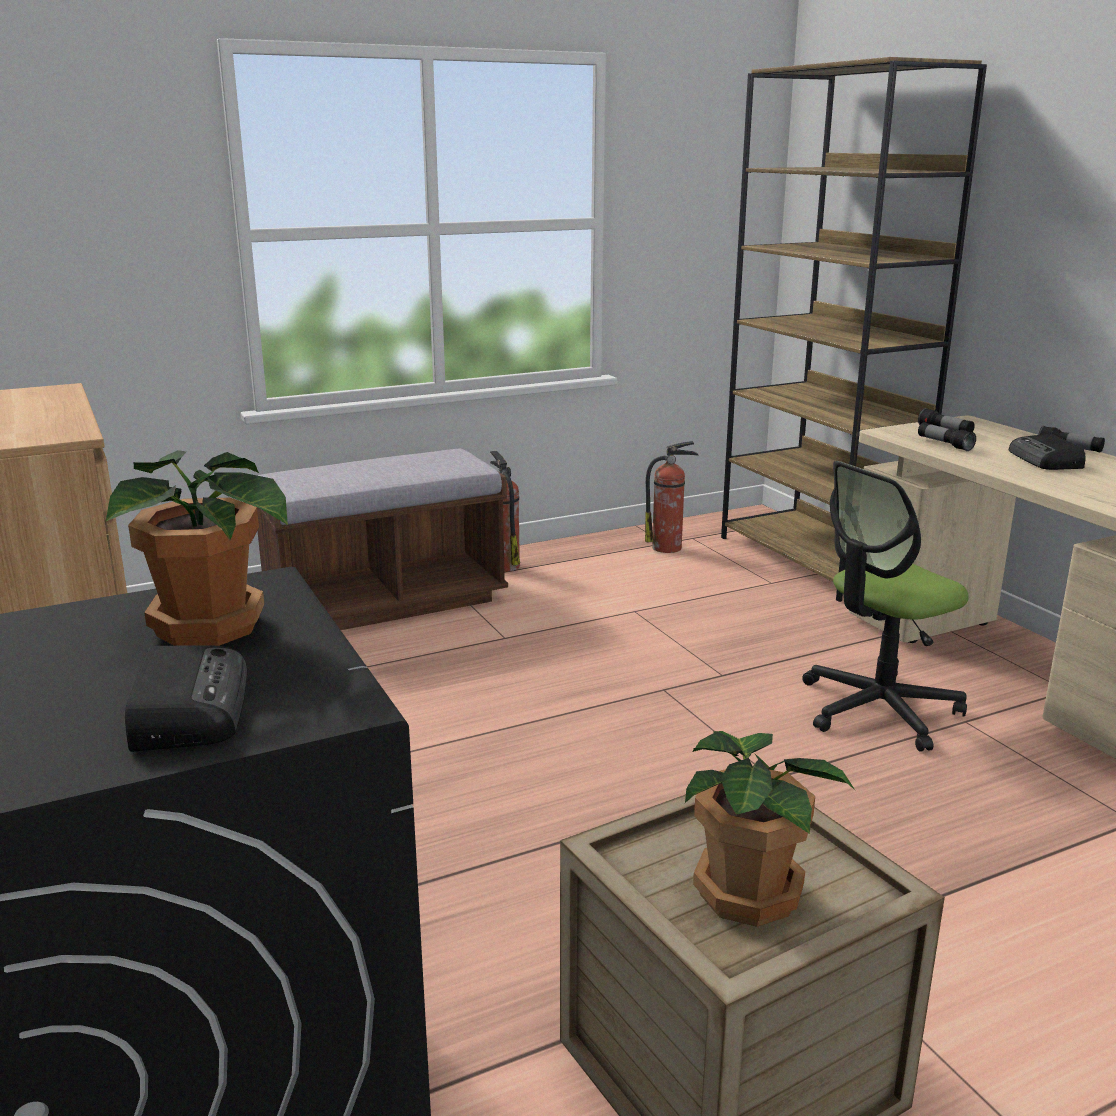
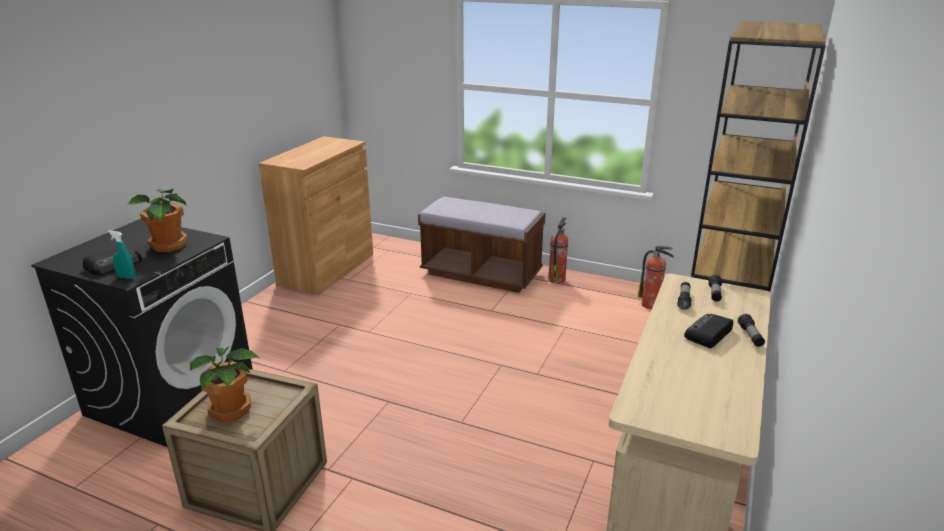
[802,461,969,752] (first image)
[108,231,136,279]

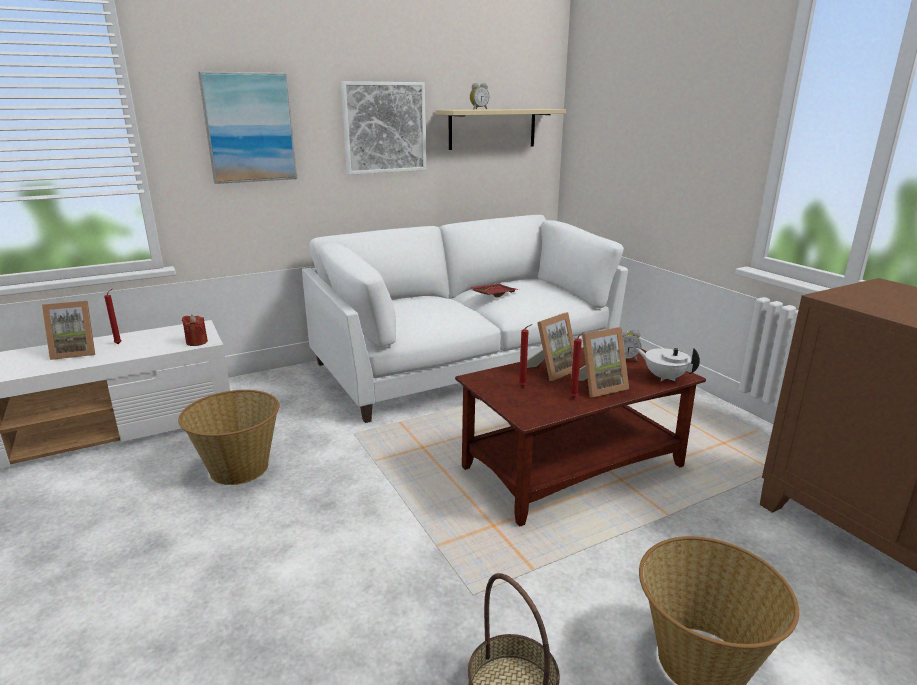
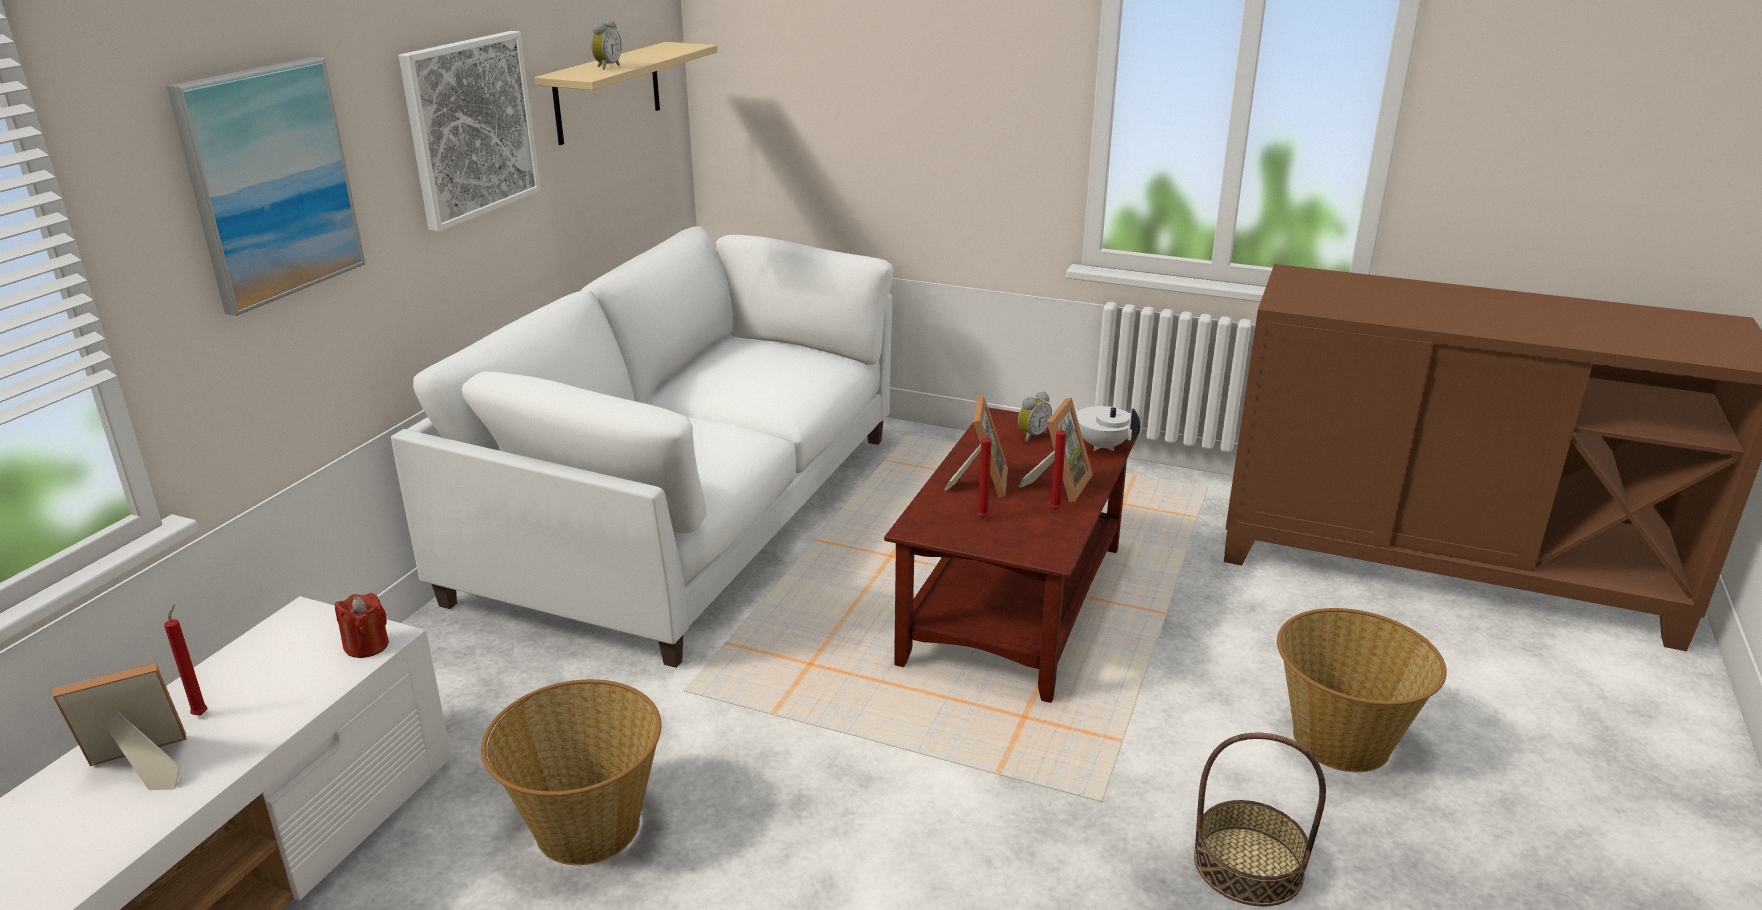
[469,283,519,298] (first image)
[52,663,186,790]
[1074,406,1140,451]

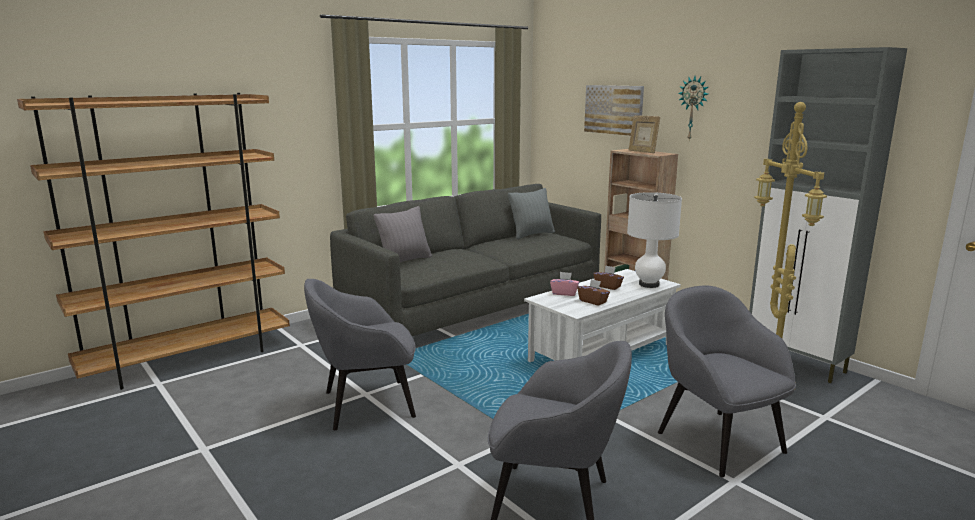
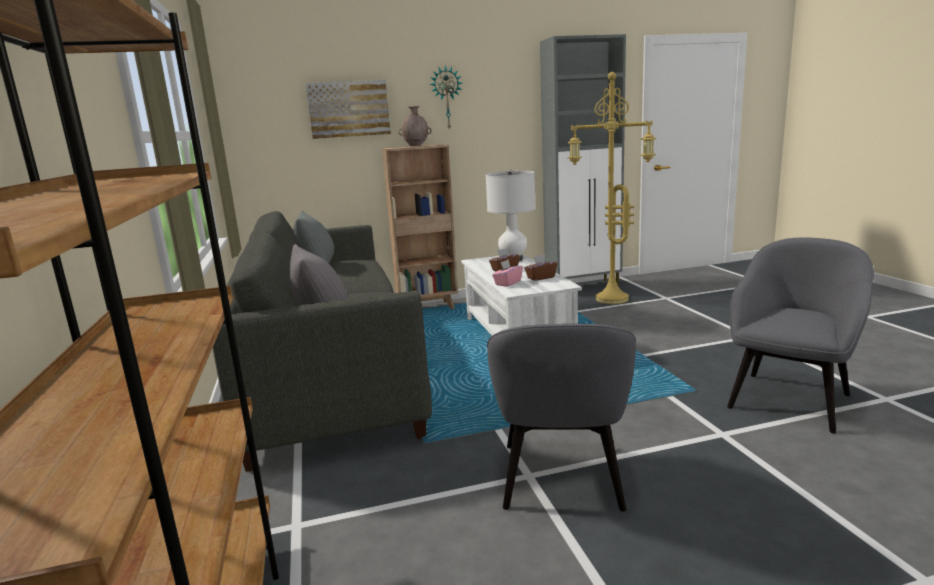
[398,106,432,146]
[658,286,796,477] (first image)

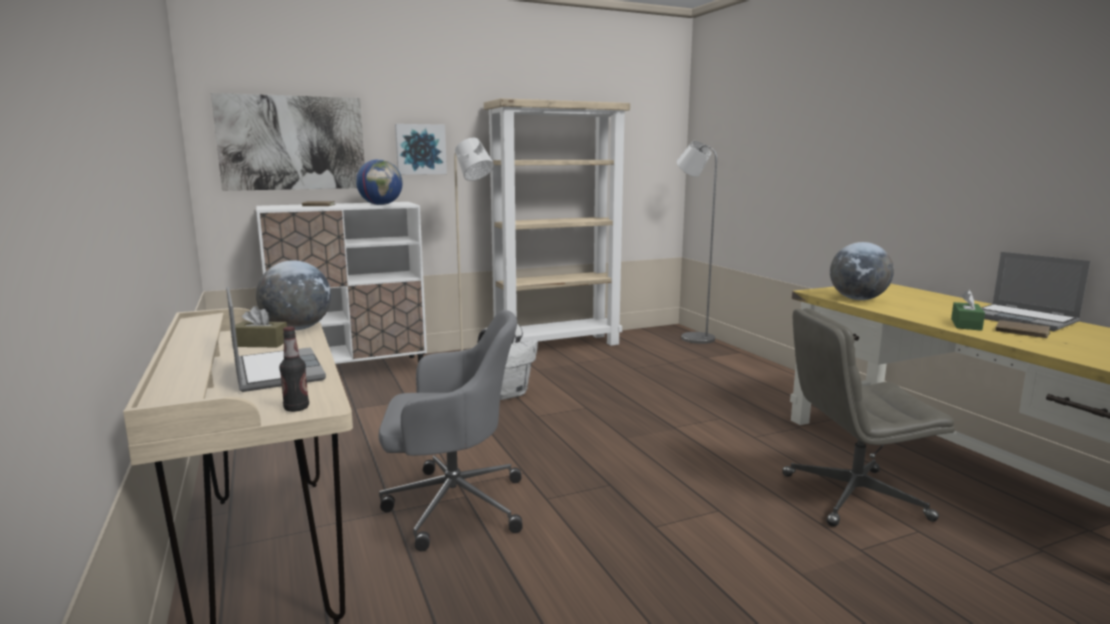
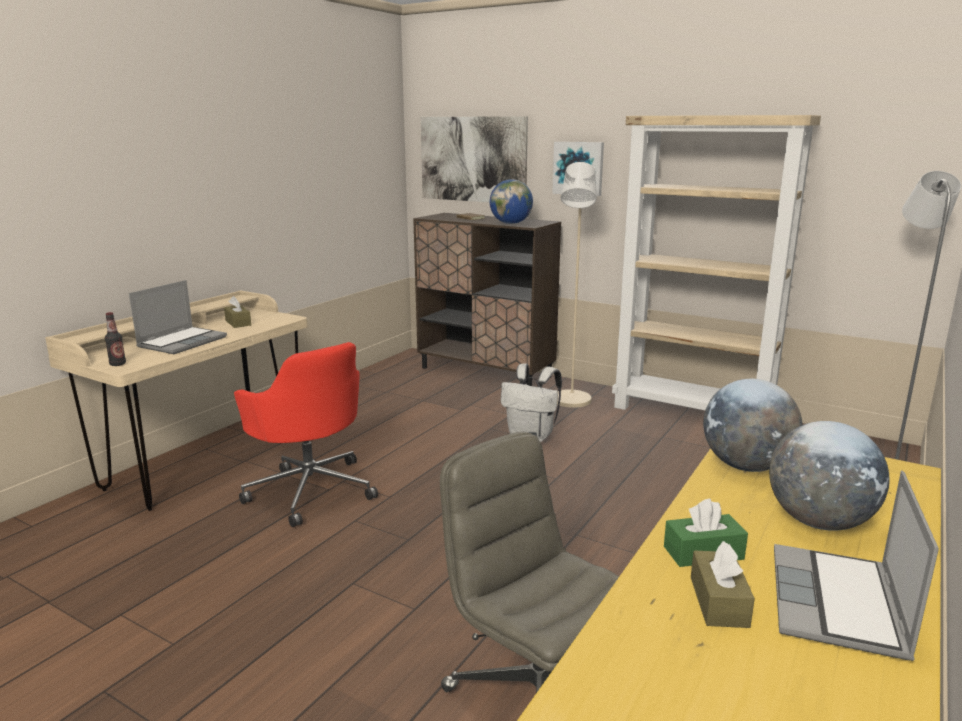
[413,213,561,386]
[769,421,889,531]
[234,342,378,527]
[691,541,755,628]

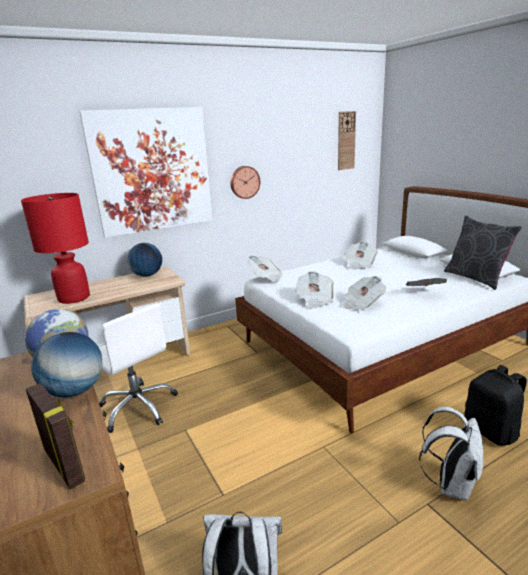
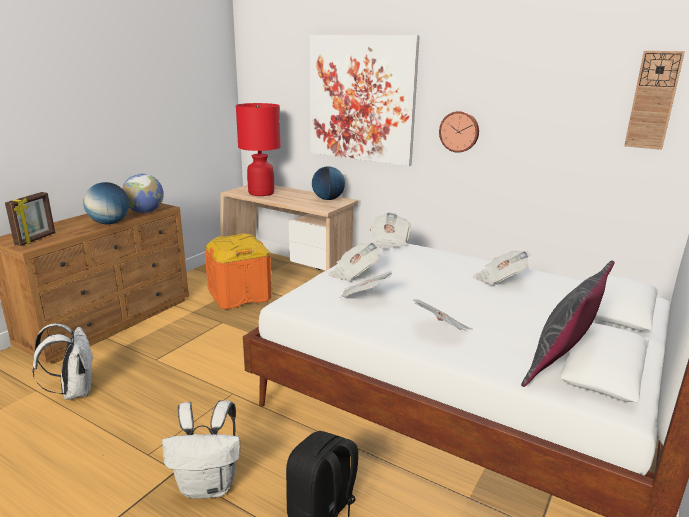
[205,234,272,309]

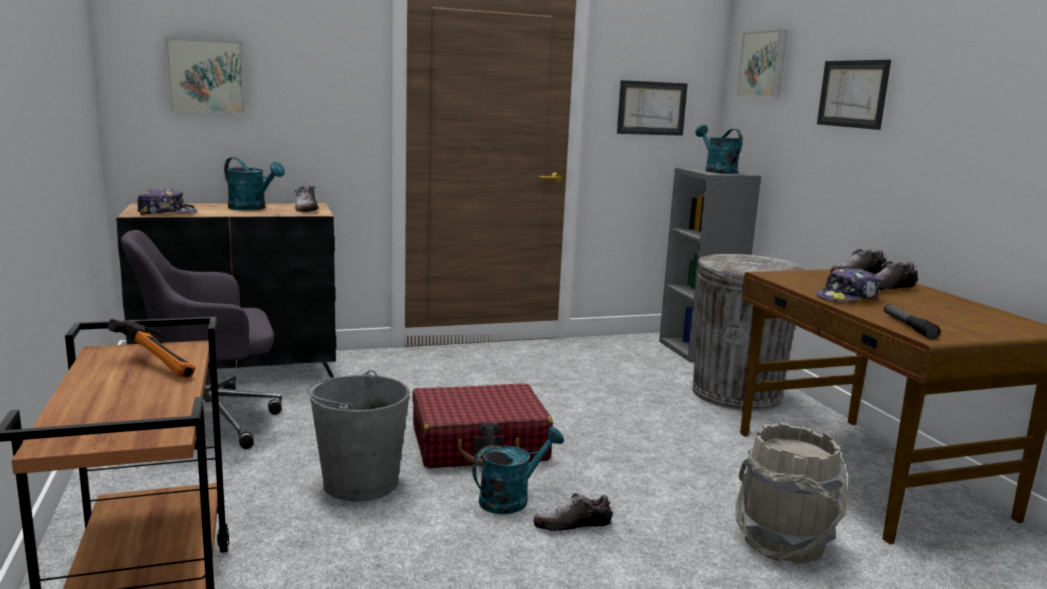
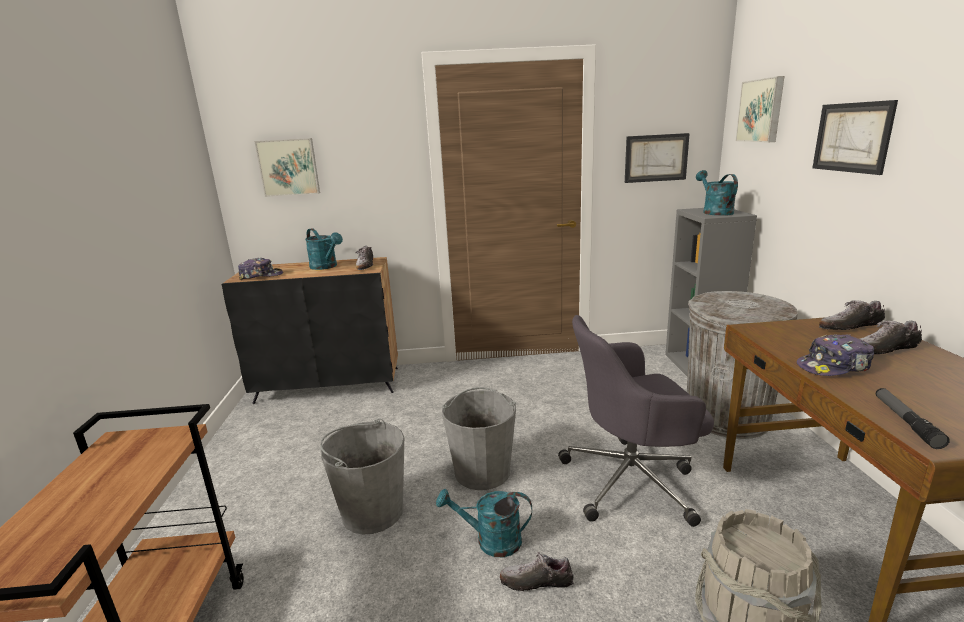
[558,315,714,527]
[107,319,196,378] (first image)
[442,387,516,490]
[436,489,532,557]

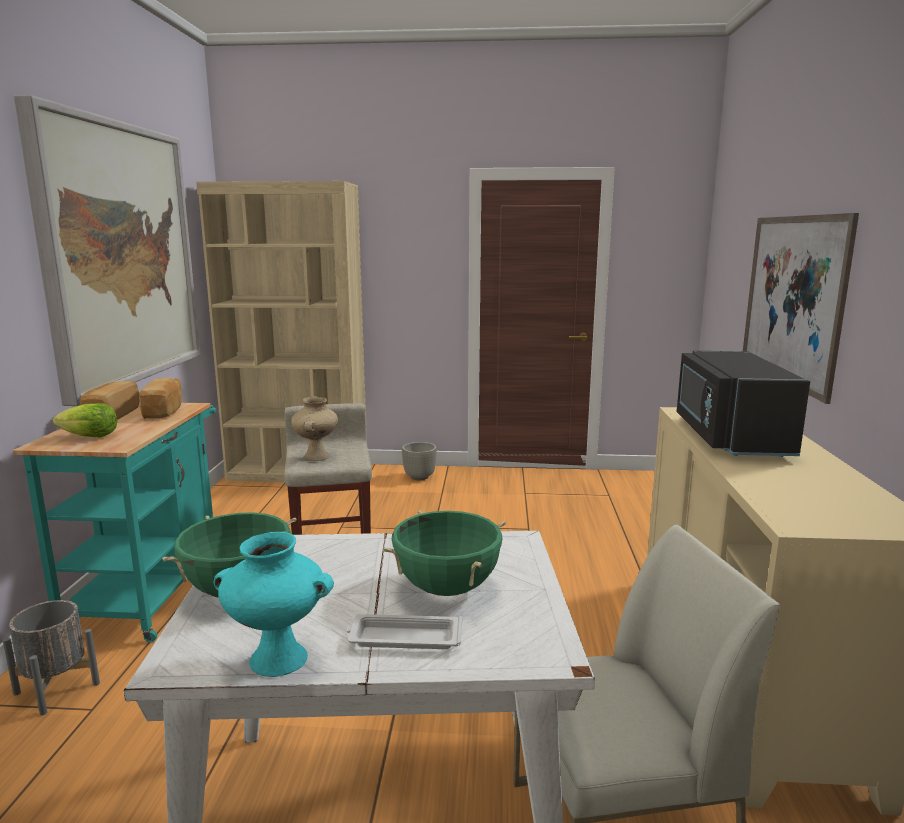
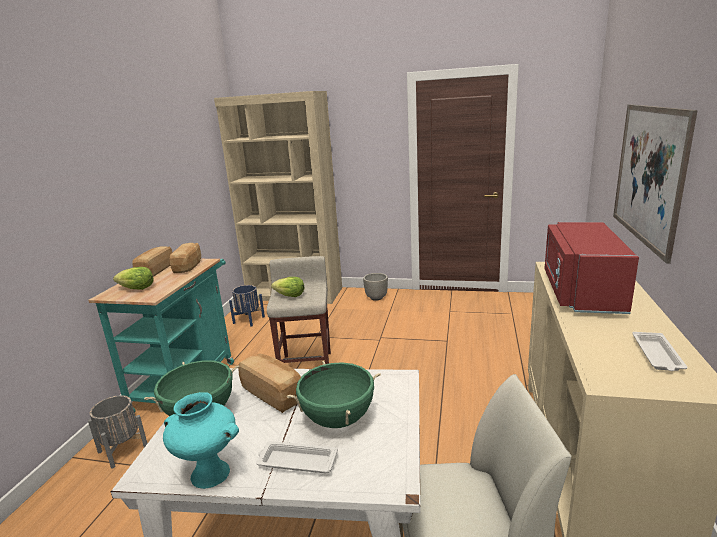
[14,95,200,406] (first image)
[544,222,639,314]
[271,277,305,297]
[229,285,265,327]
[632,332,687,371]
[238,353,301,413]

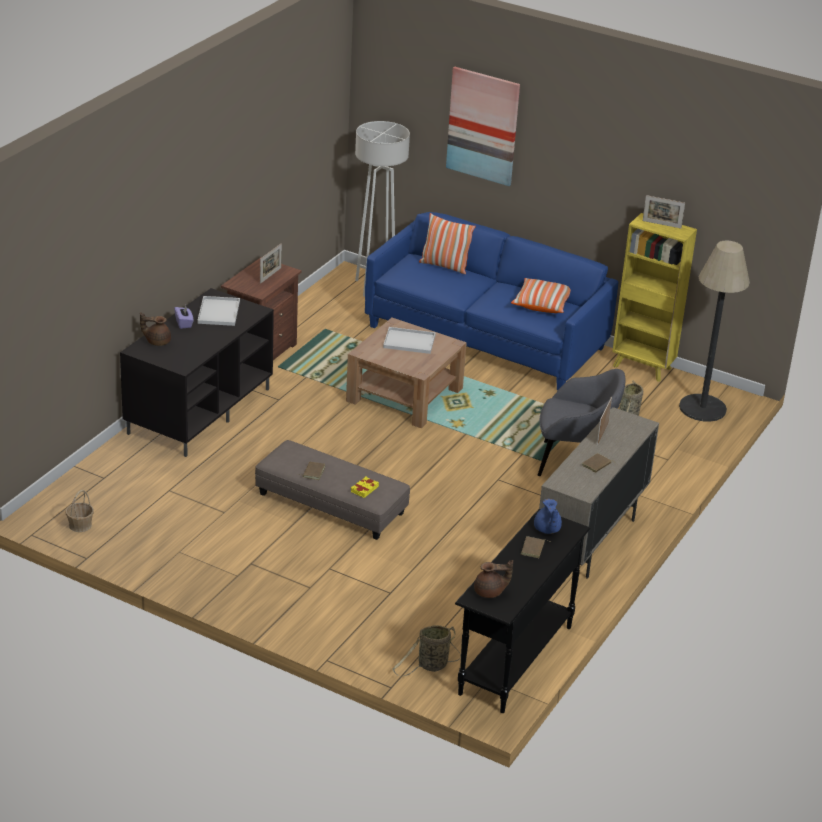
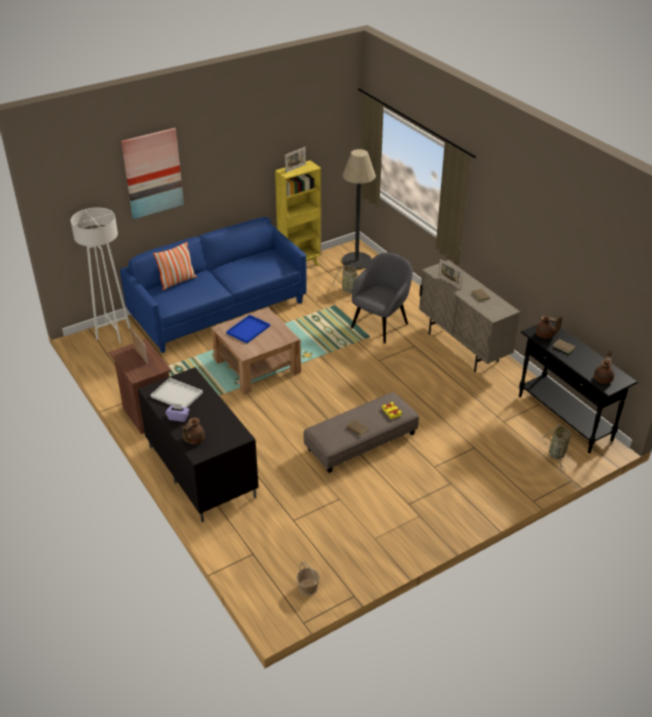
[511,278,571,313] (first image)
[226,315,270,343]
[536,315,563,338]

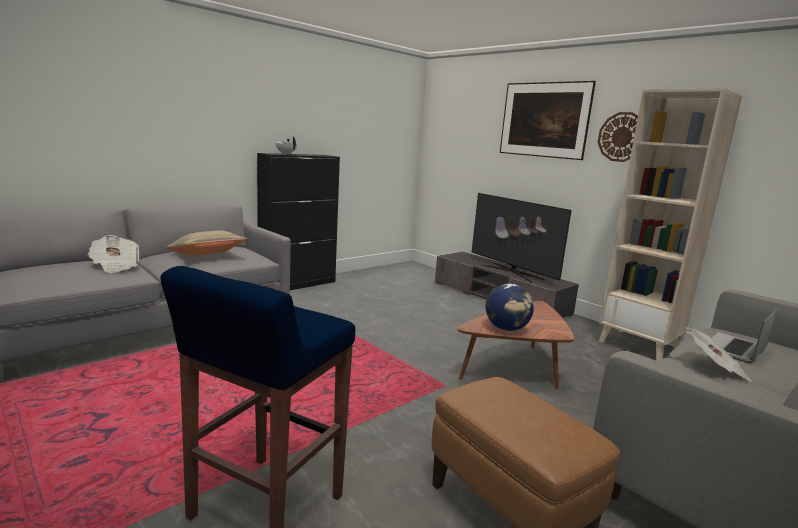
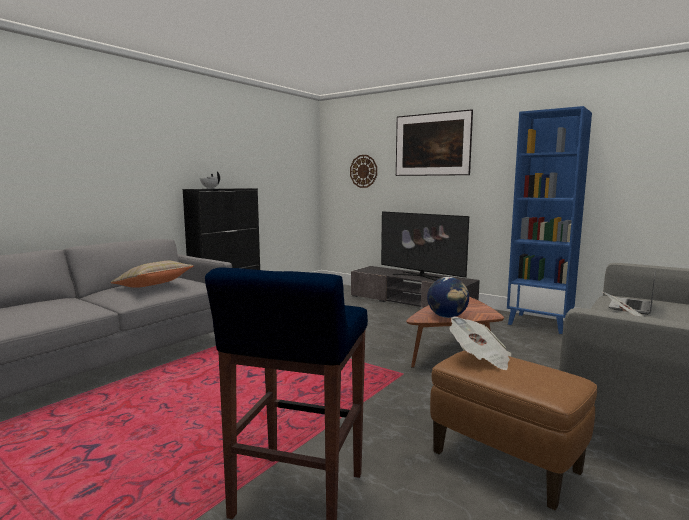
[507,106,592,334]
[350,155,377,188]
[449,317,511,370]

